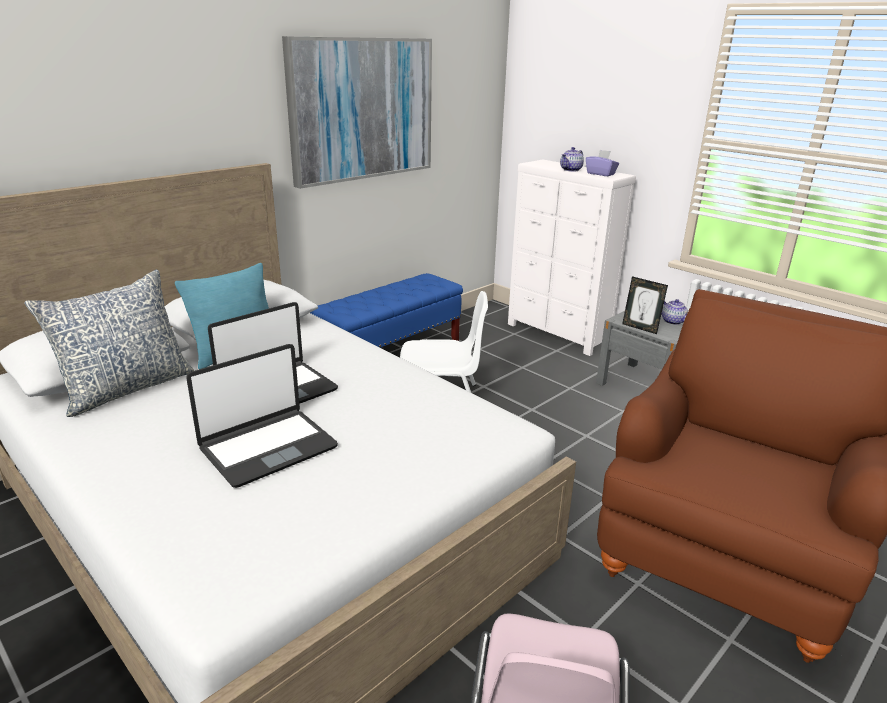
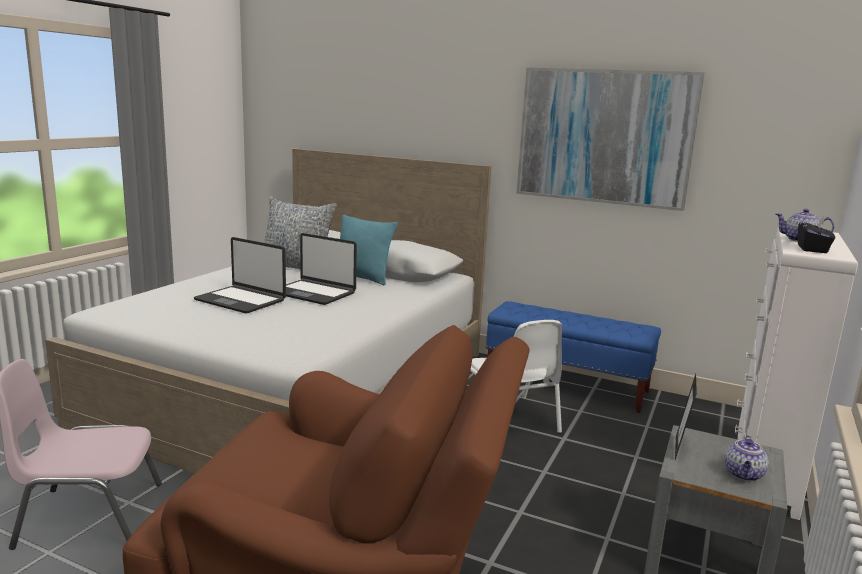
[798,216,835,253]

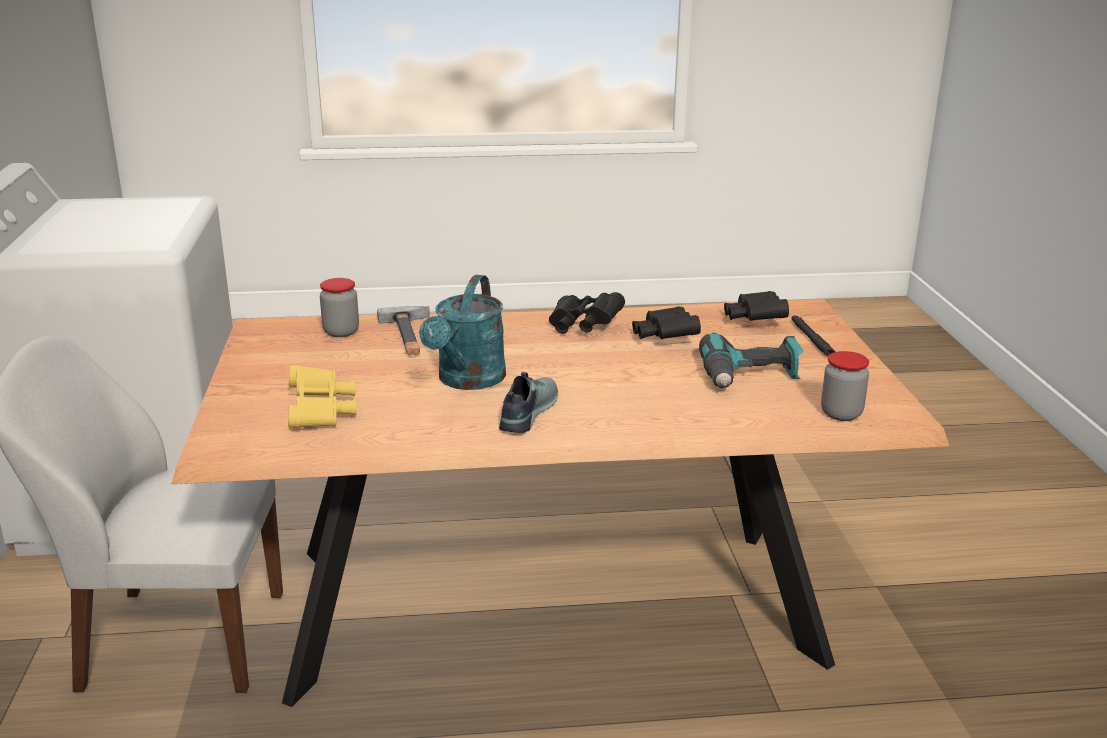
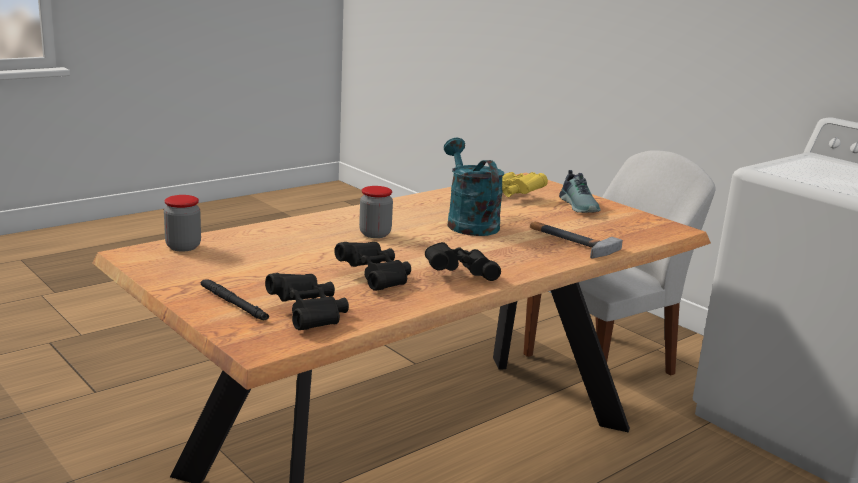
[359,186,393,238]
[699,333,803,388] (first image)
[559,170,601,213]

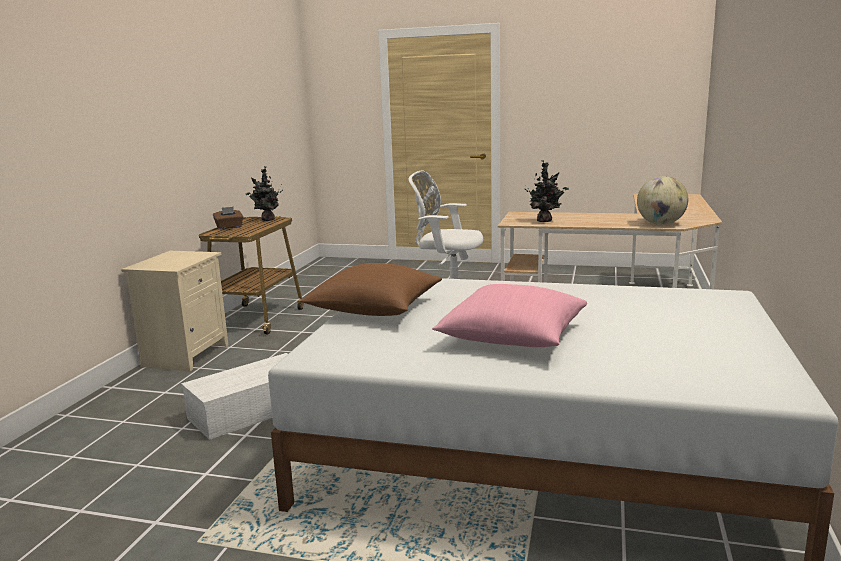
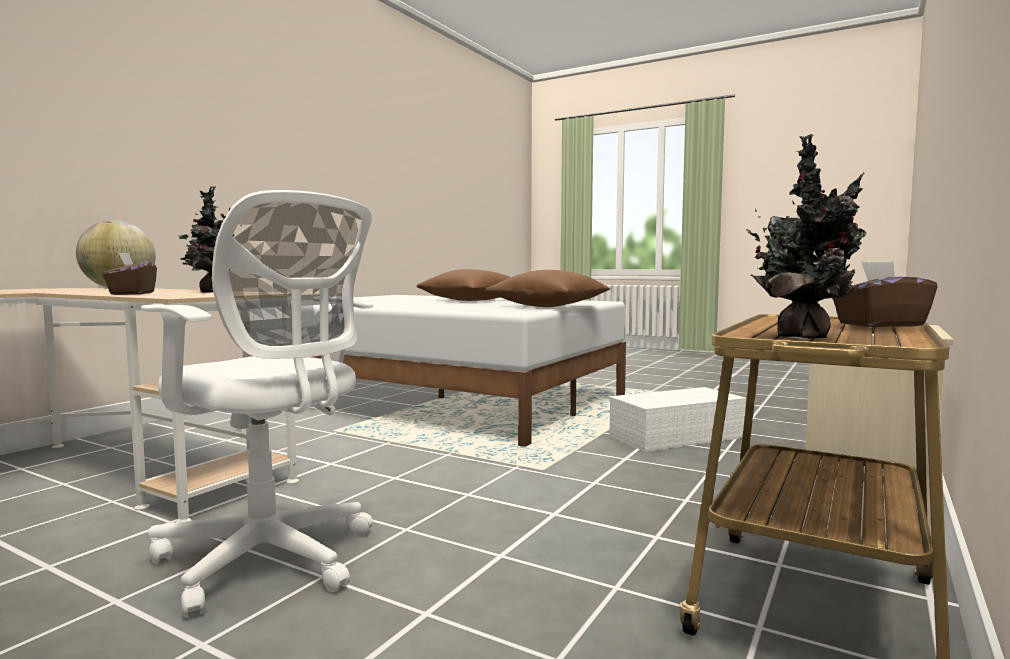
[416,269,511,301]
[102,252,157,295]

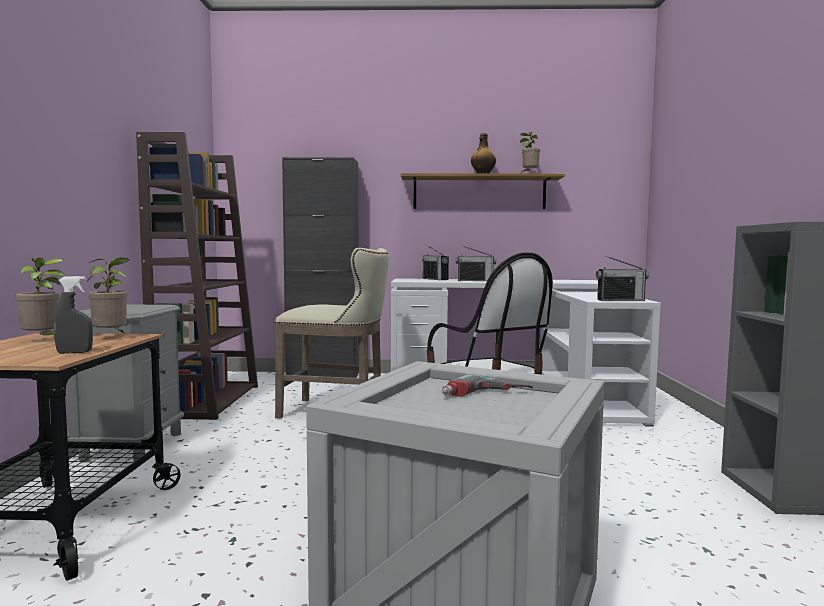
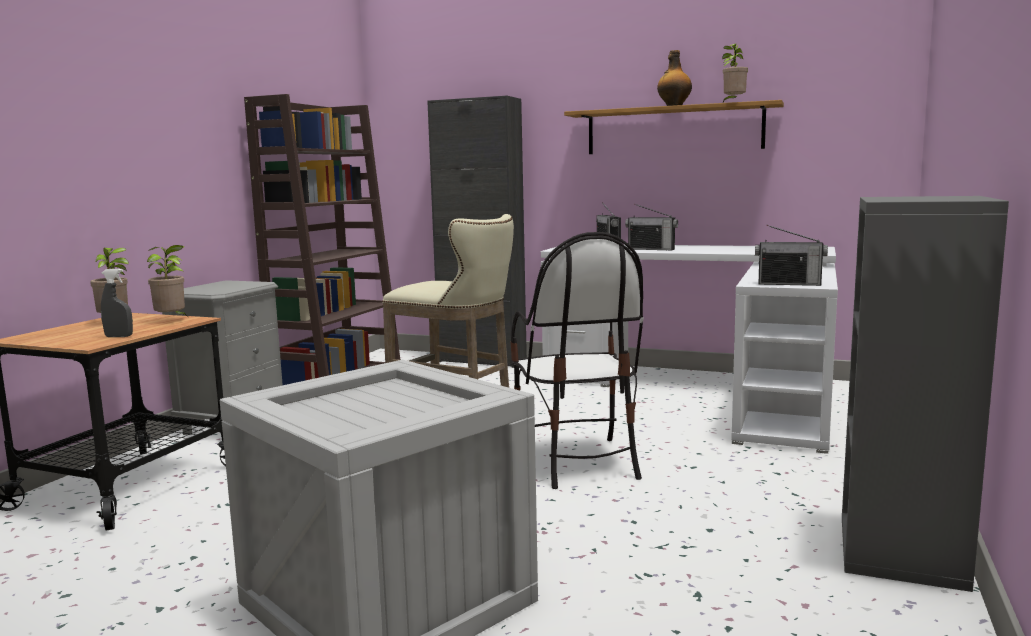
[442,374,533,397] (first image)

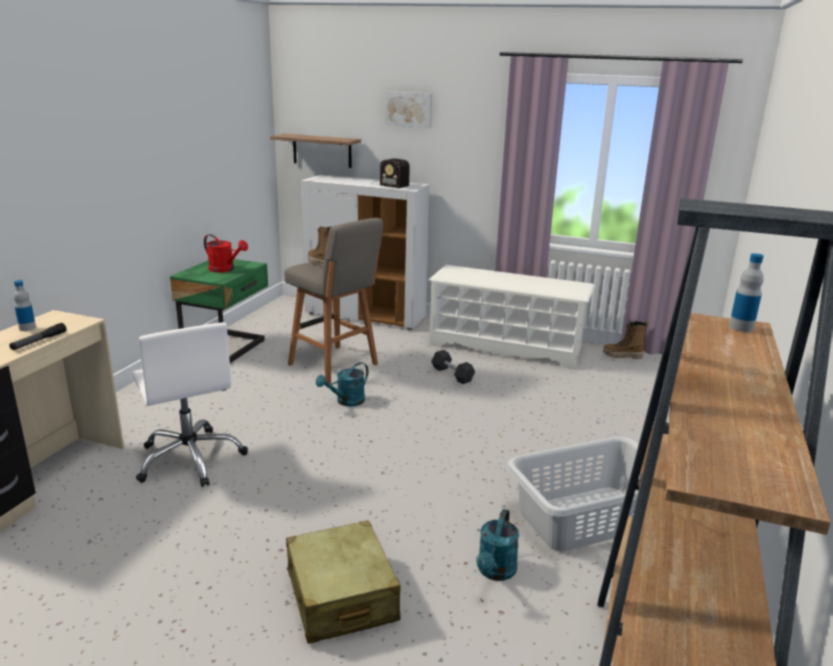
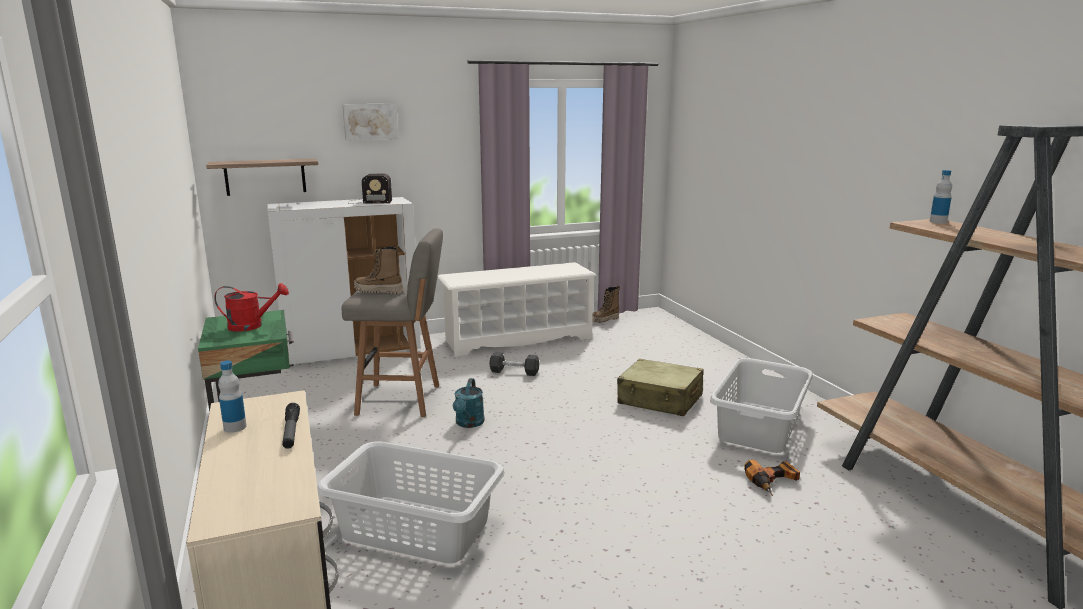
[317,441,505,564]
[744,460,800,496]
[617,359,704,416]

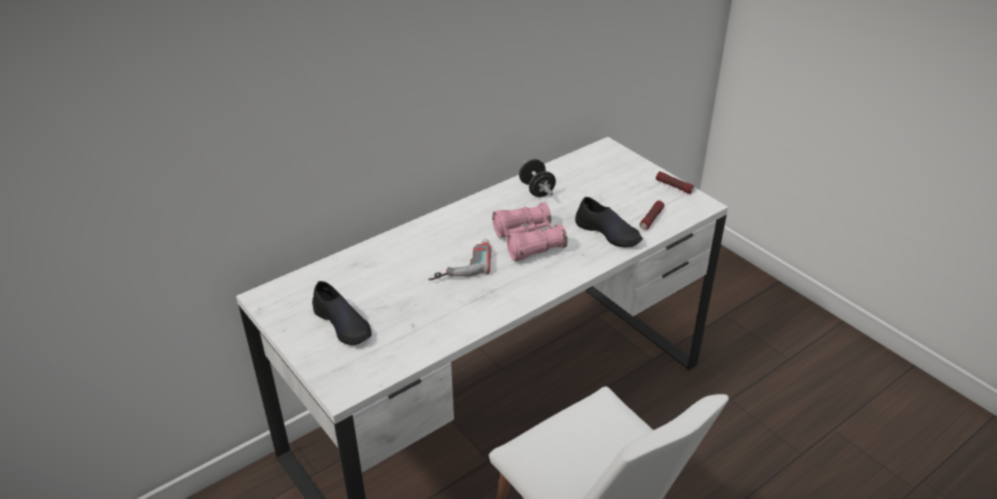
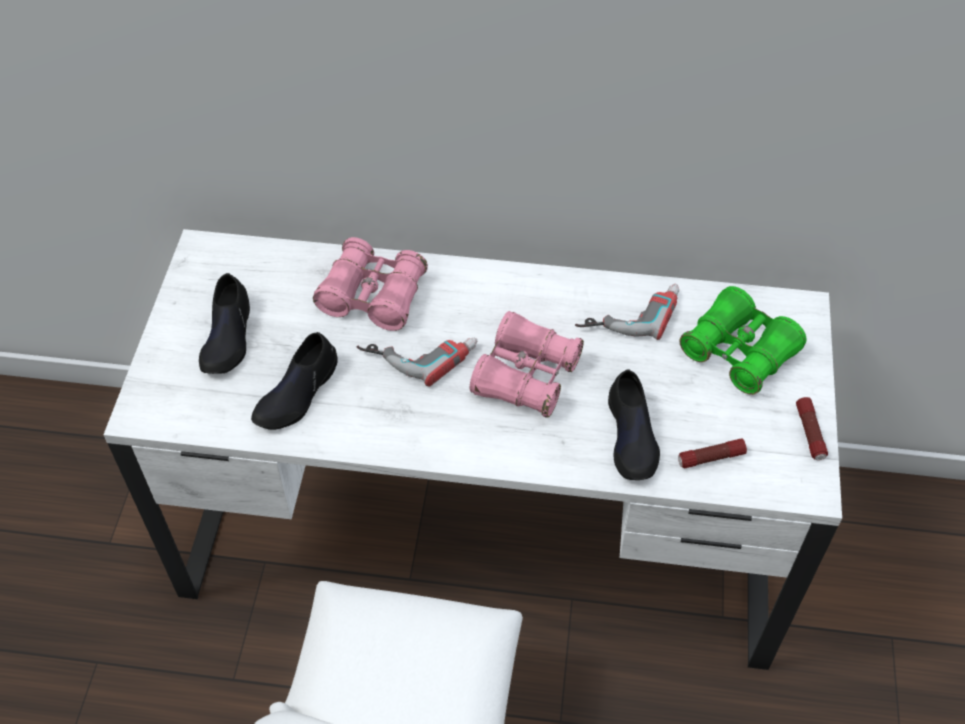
[575,284,679,340]
[313,237,428,331]
[679,286,806,395]
[251,332,338,430]

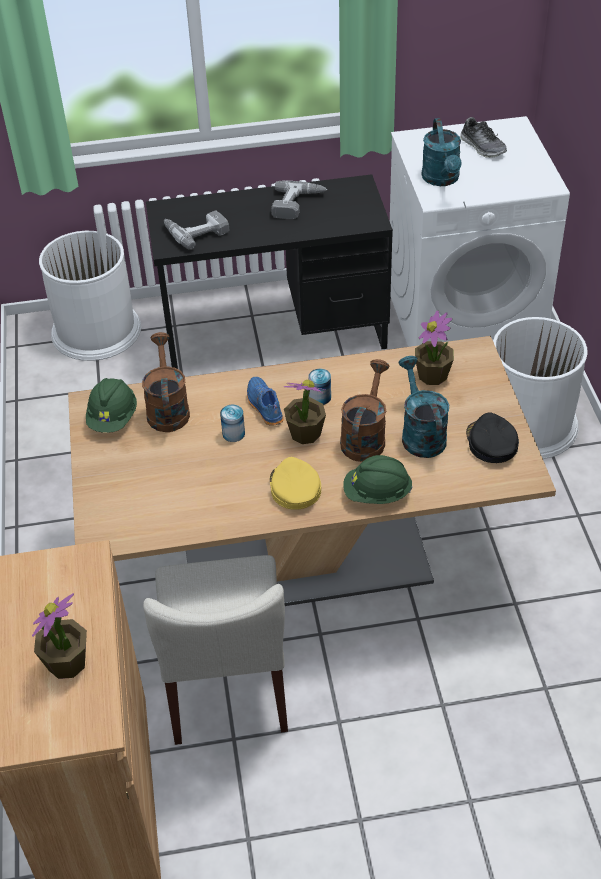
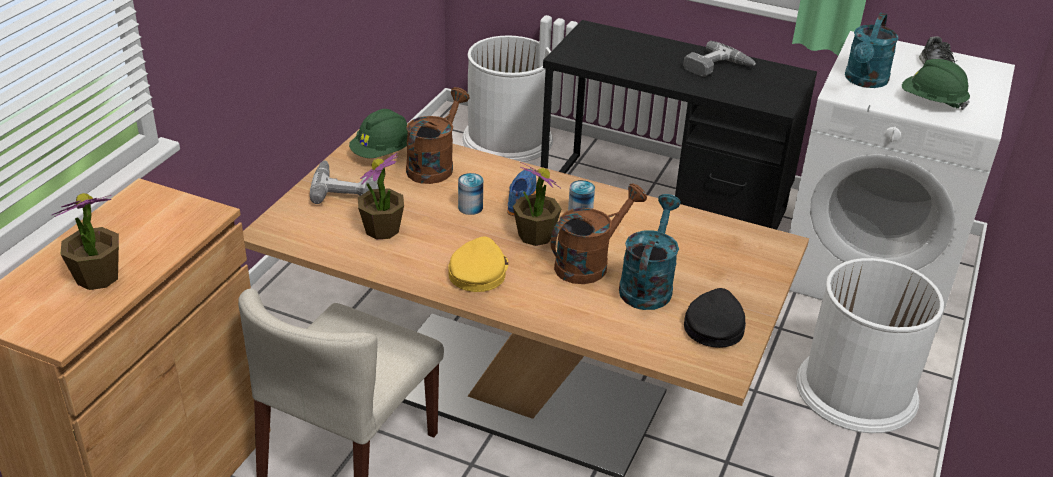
[310,160,379,204]
[358,153,404,239]
[902,59,970,110]

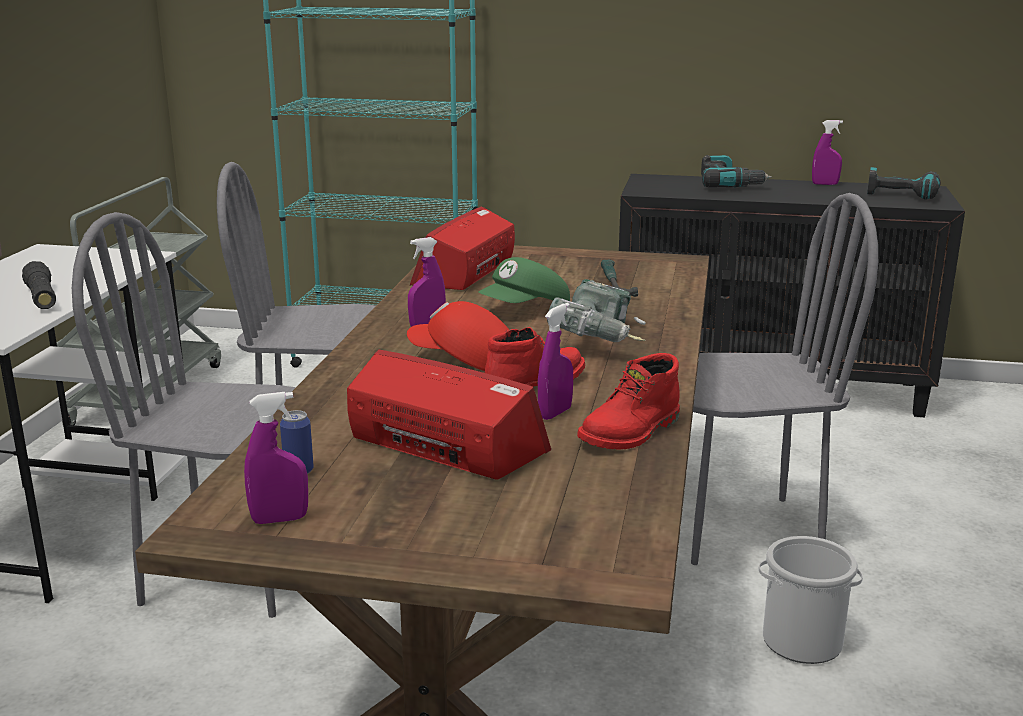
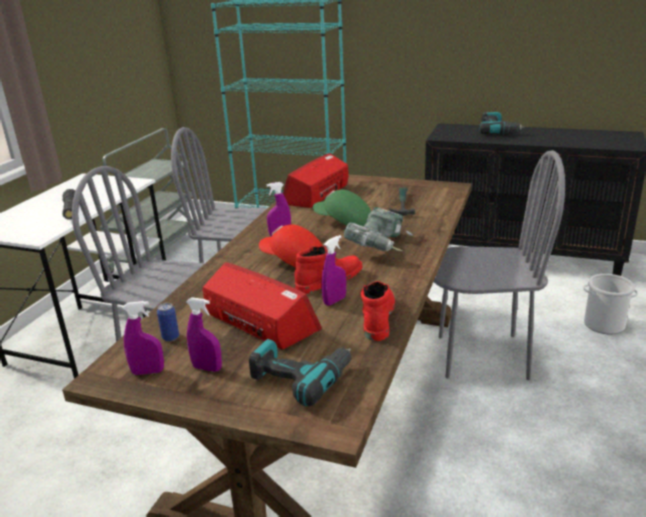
[186,297,222,372]
[249,339,351,407]
[313,189,371,226]
[361,281,395,341]
[584,274,638,335]

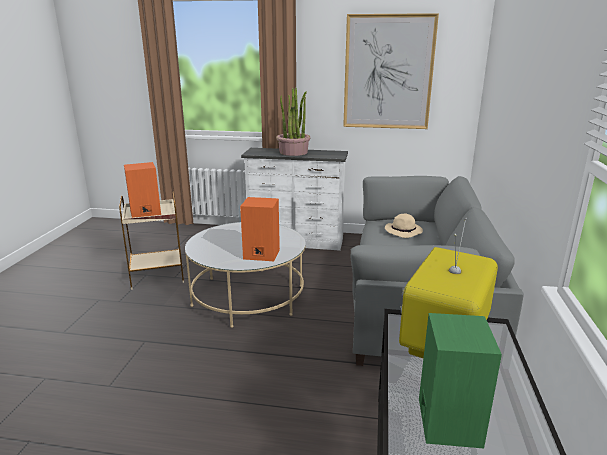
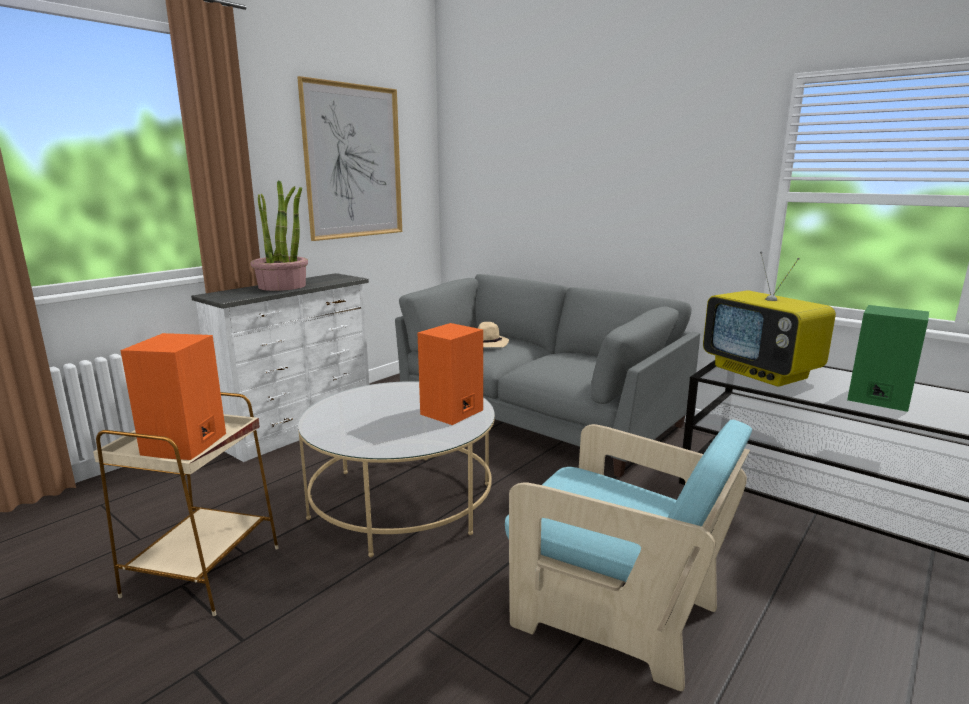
[505,420,752,691]

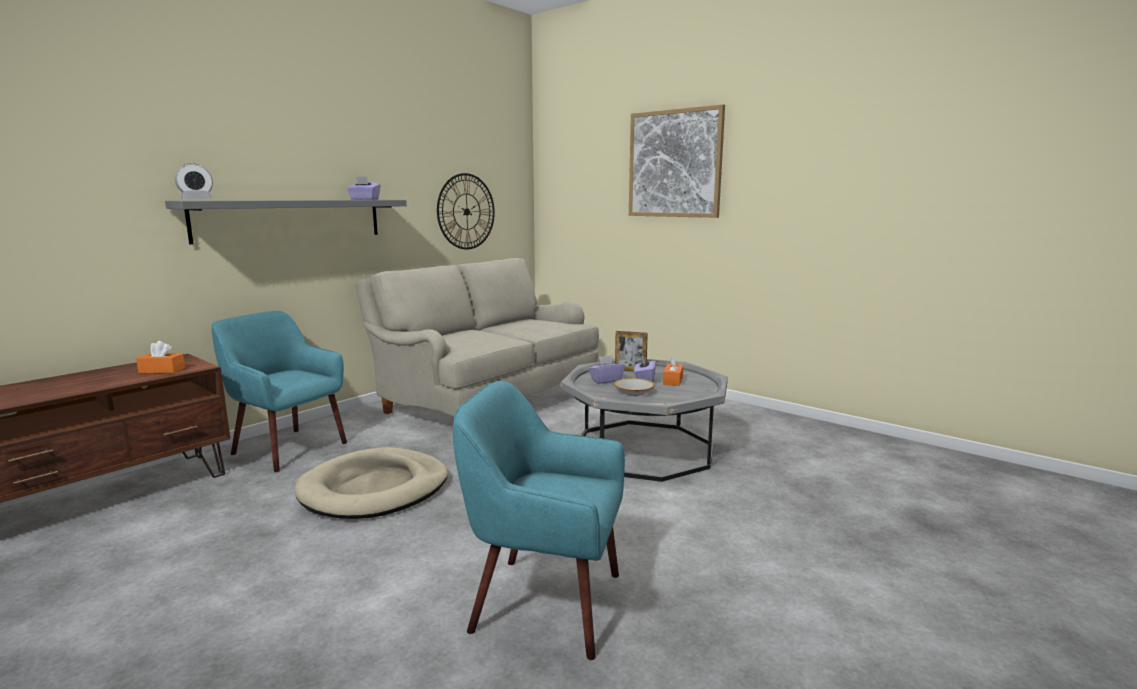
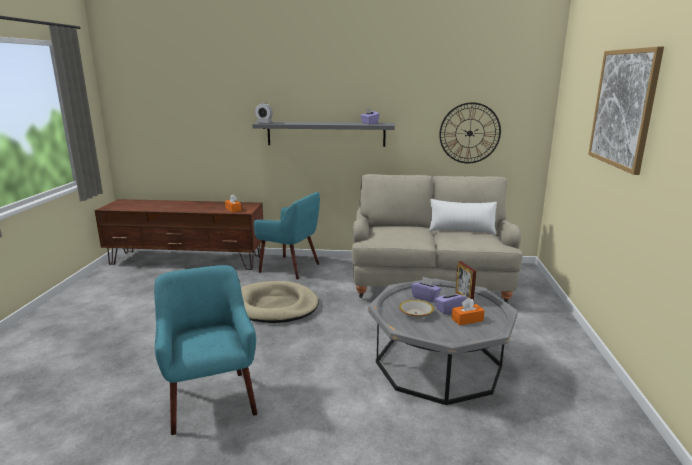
[254,192,320,279]
[429,199,497,235]

